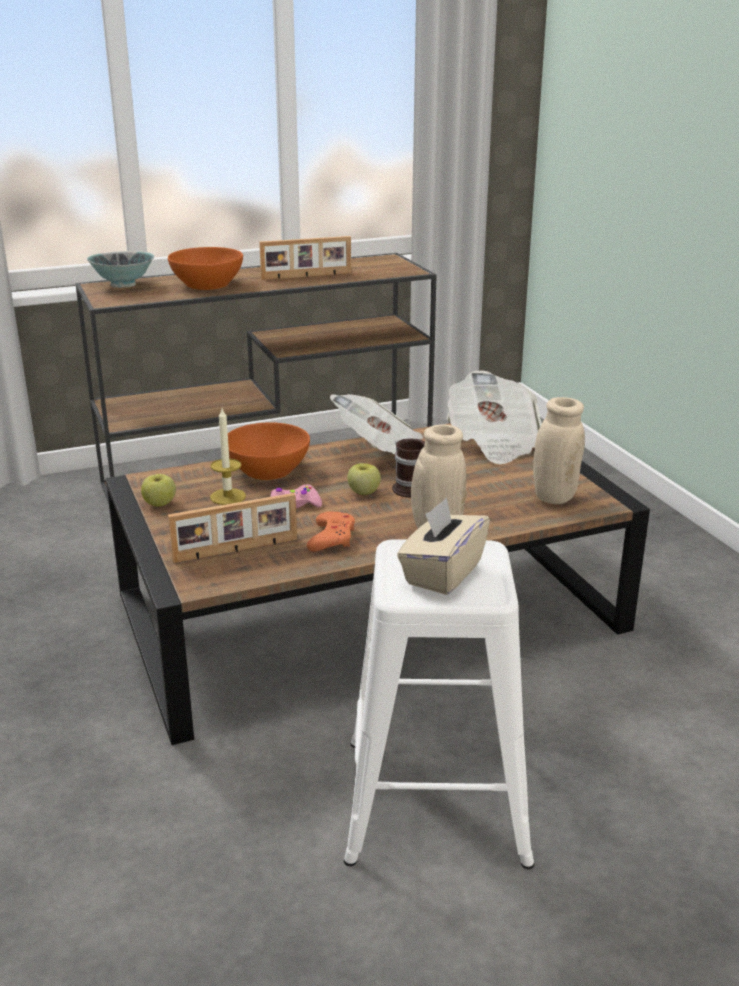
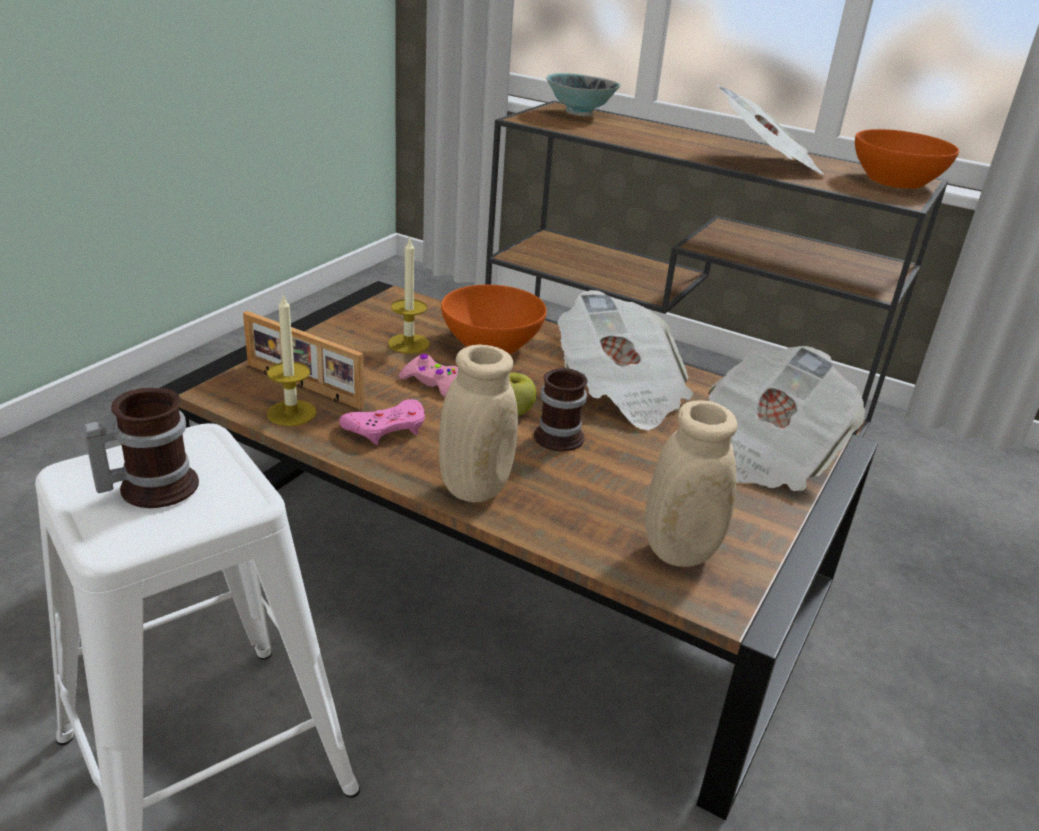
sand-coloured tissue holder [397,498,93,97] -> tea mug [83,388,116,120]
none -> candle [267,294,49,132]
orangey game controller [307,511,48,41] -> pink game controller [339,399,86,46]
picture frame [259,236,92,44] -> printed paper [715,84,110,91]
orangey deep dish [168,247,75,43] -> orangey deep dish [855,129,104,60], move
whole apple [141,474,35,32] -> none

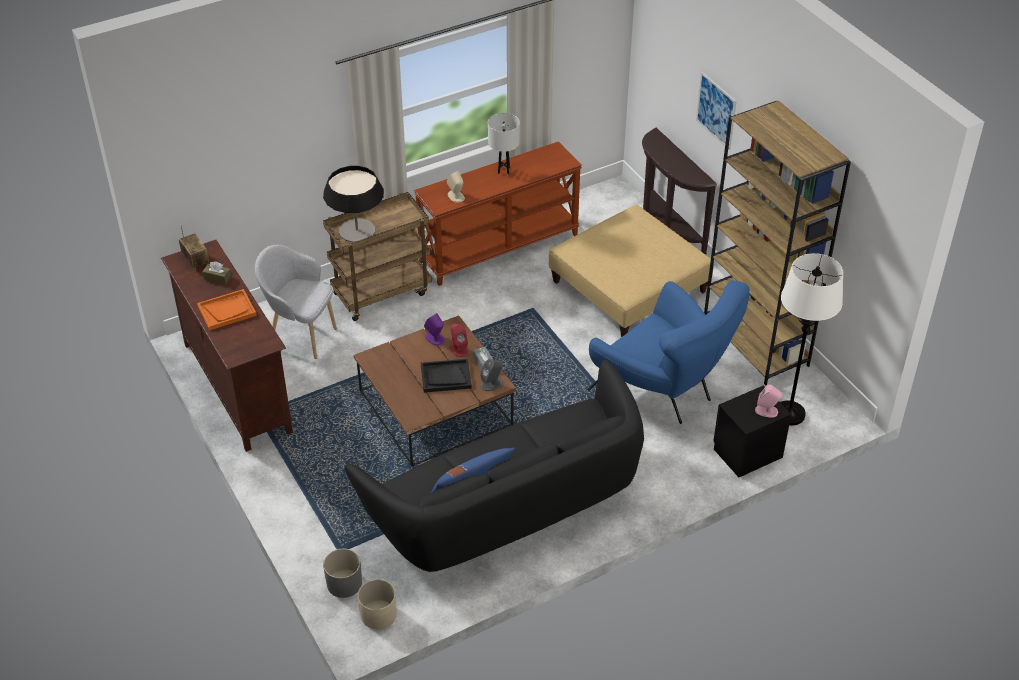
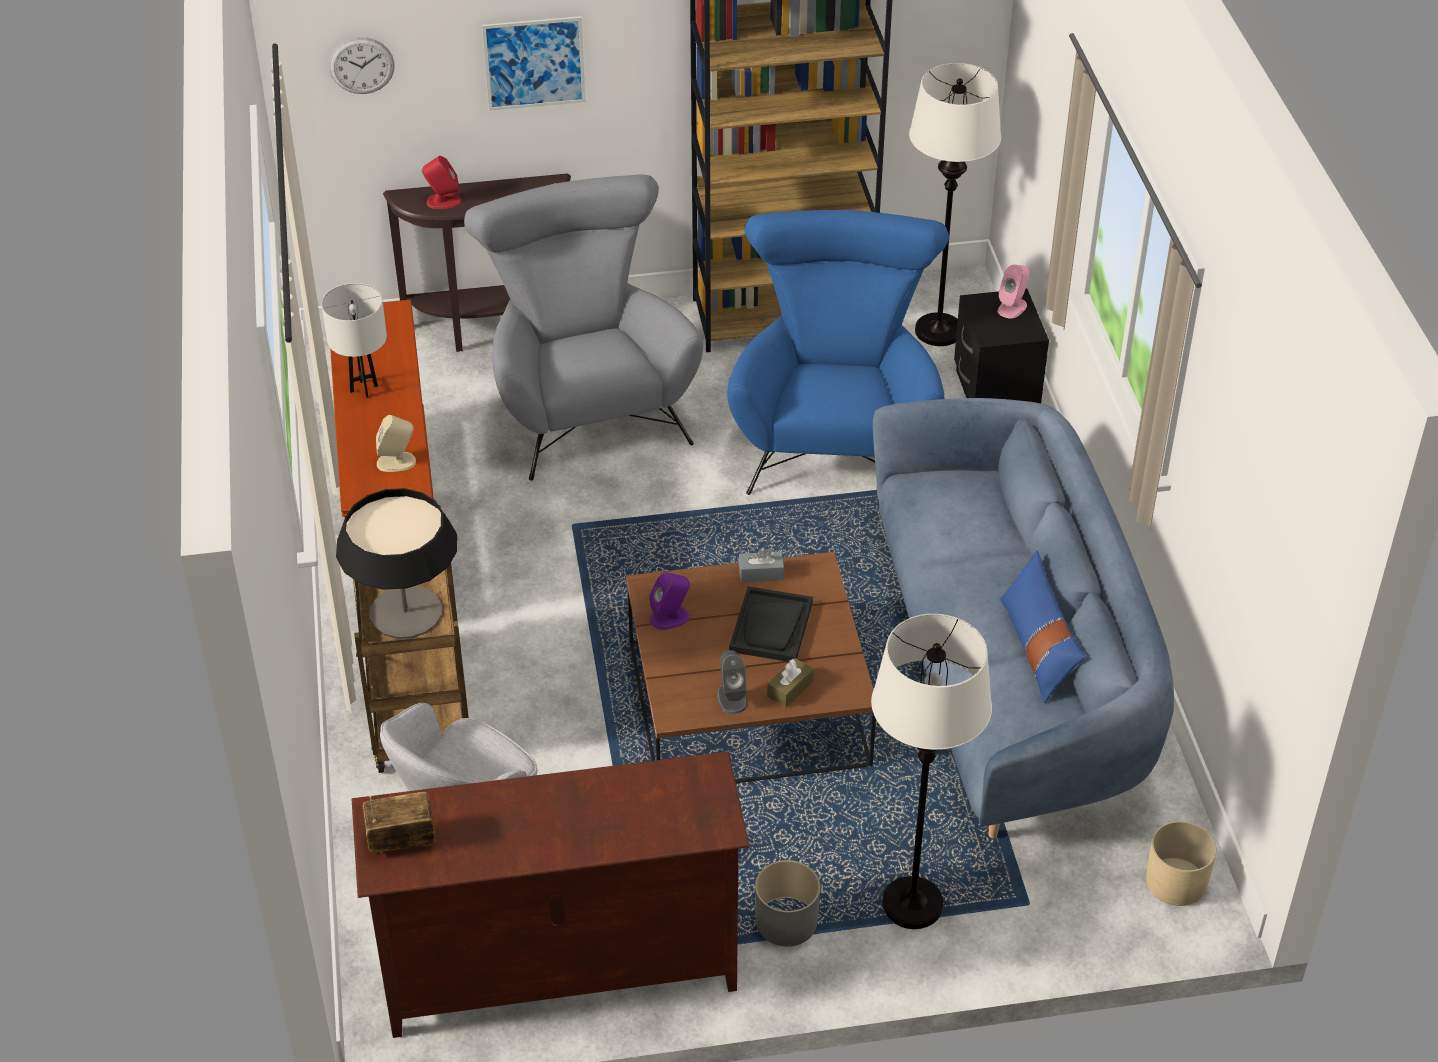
none -> wall clock [329,37,66,57]
reddish speaker [450,323,18,34] -> reddish speaker [422,156,40,53], move
sand-coloured ottoman [549,205,165,132] -> greyish easy chair [464,174,239,307]
greyish speaker [480,359,23,32] -> greyish speaker [717,650,30,64], move
blue easy chair [588,280,162,144] -> blue easy chair [727,210,222,285], 60 degrees counterclockwise
greyish planter [323,549,39,49] -> greyish planter [755,860,65,86], move
brownish tissue holder [202,261,30,24] -> brownish tissue holder [767,658,47,50], move
none -> white standing lamp [871,614,121,315]
black-coloured sofa [345,360,299,213] -> blue sofa [873,398,301,440]
orangey serving tray [197,289,60,41] -> none

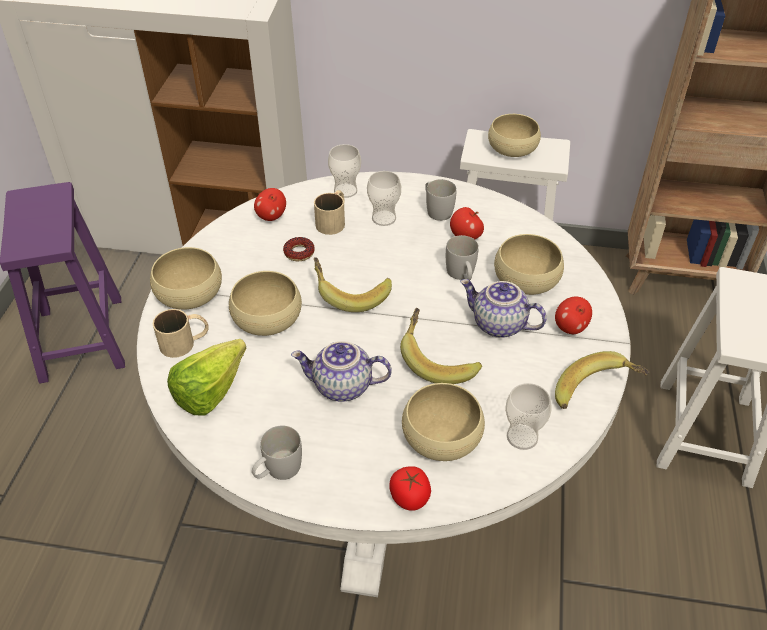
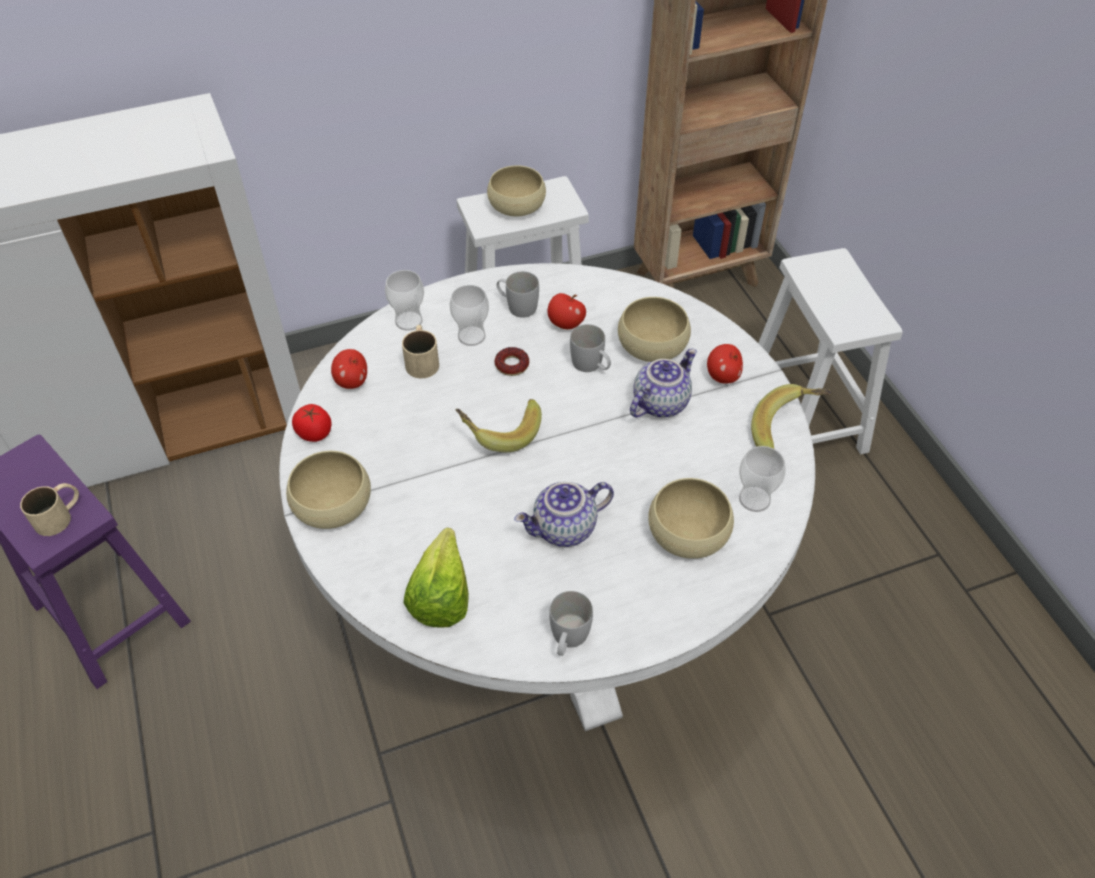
sand-coloured tea mug [153,309,56,49] -> sand-coloured tea mug [20,483,59,53], move
whole tomato [389,466,42,45] -> whole tomato [292,404,40,38], move
doughnut [283,237,32,24] -> doughnut [494,347,35,29], move
tea pot [460,279,86,59] -> tea pot [630,349,67,69], 135 degrees clockwise
sand-coloured deep dish [229,271,73,65] -> none
banana fruit [400,308,82,76] -> none

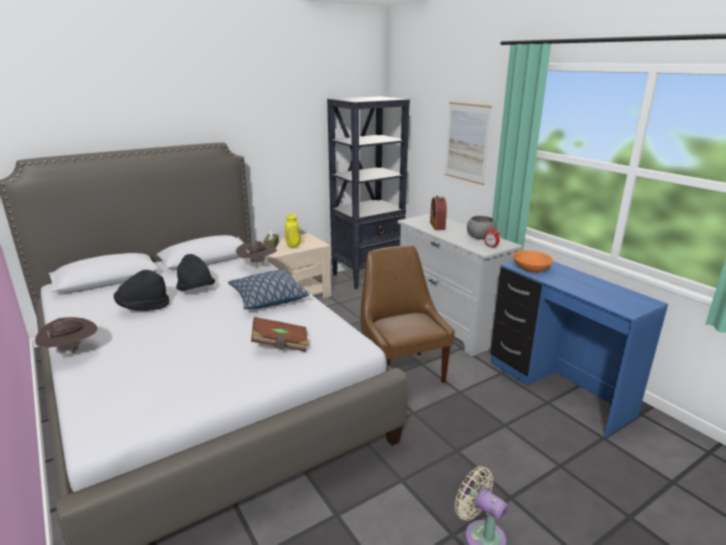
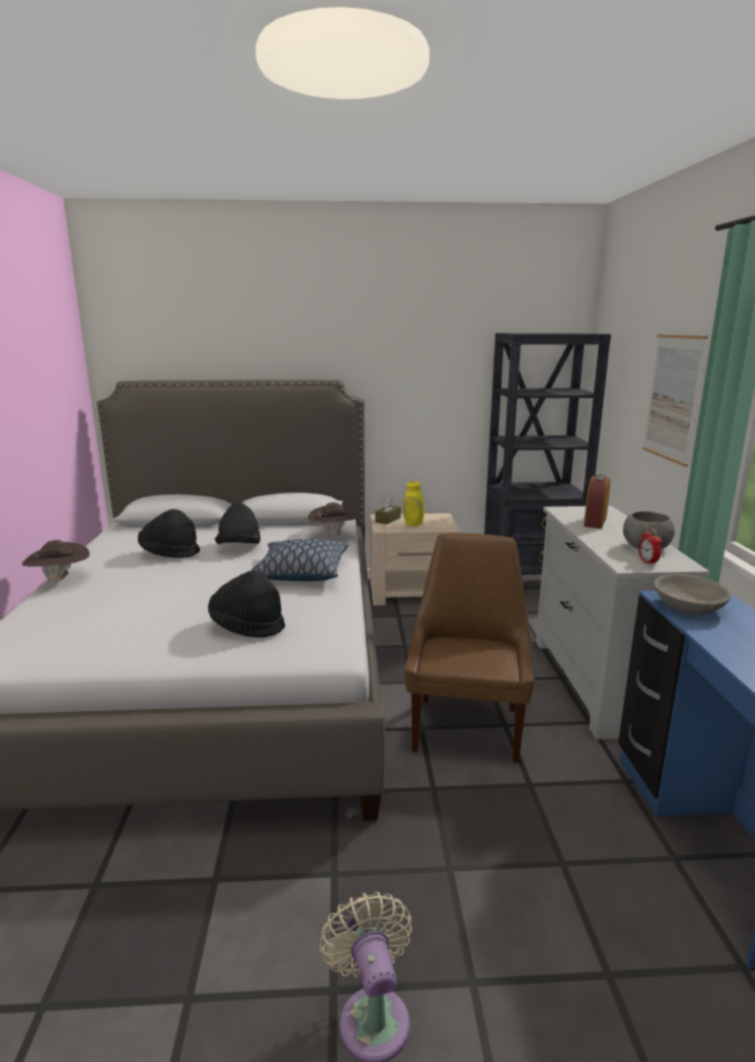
brownish volume [251,317,58,35] -> black-coloured hat [208,571,77,67]
orangey deep dish [512,250,41,23] -> greyish deep dish [654,574,77,41]

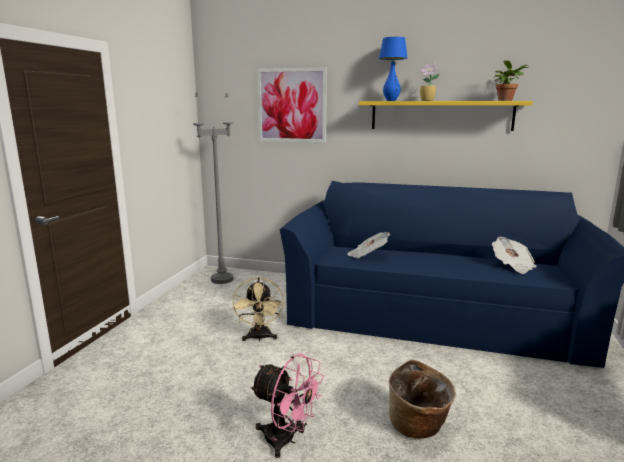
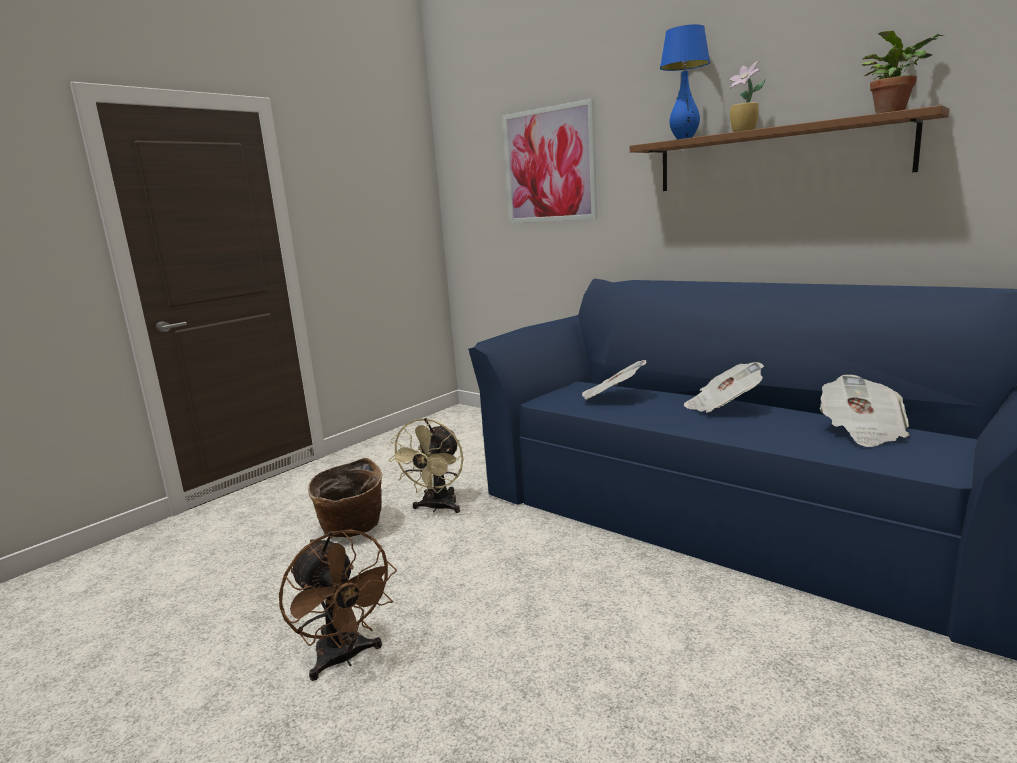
pink cooling fan [250,353,74,105] -> brownish cooling fan [279,529,118,152]
household basket [389,359,67,79] -> household basket [308,458,74,79], move
yellowish bracket shelf [359,101,174,30] -> brownish bracket shelf [630,105,320,86]
none -> printed paper [684,362,80,51]
greyish standing lamp [193,92,40,192] -> none

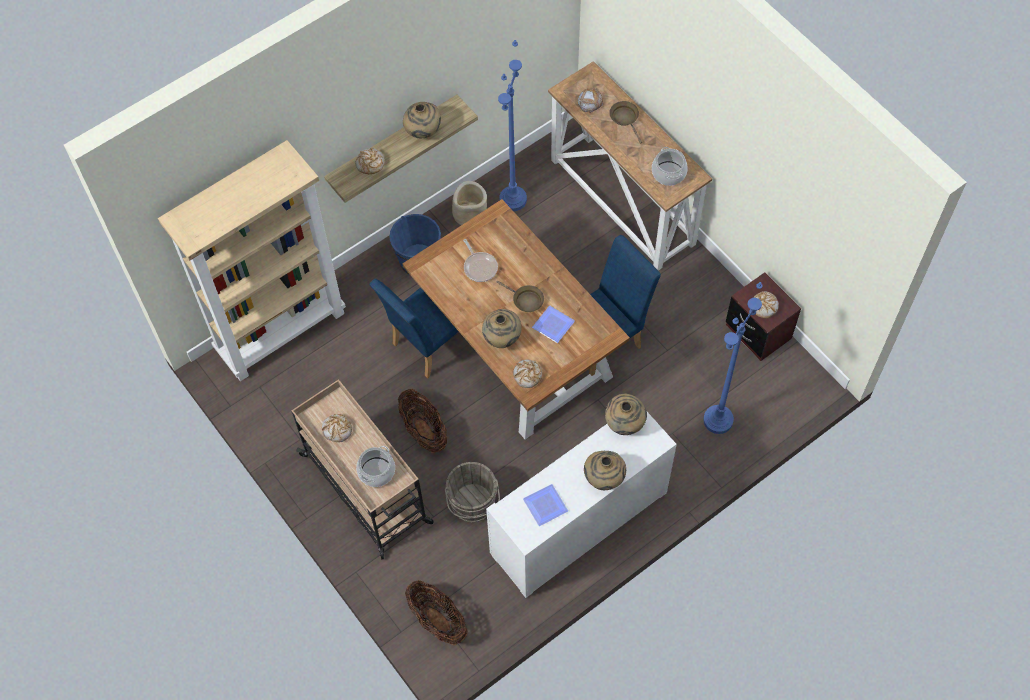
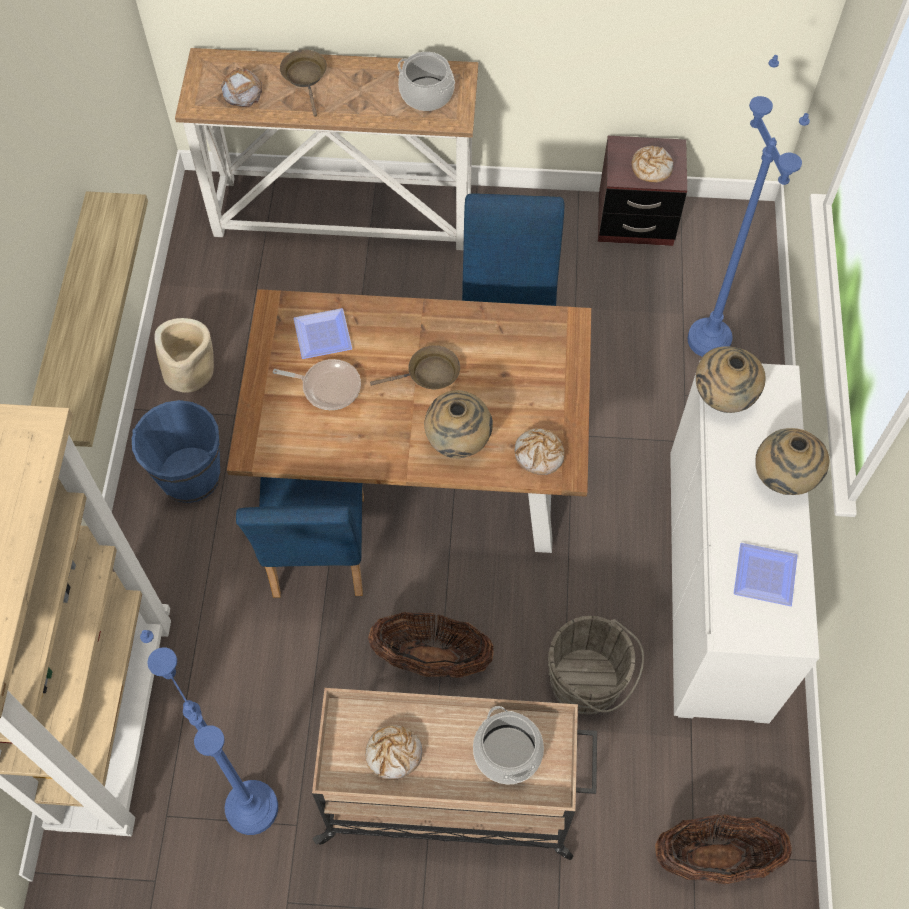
blue standing lamp [498,40,29,171] -> blue standing lamp [140,630,138,205], move
brownish pan [609,101,33,43] -> brownish pan [280,50,47,67], 60 degrees clockwise
flat dish [532,306,43,37] -> flat dish [293,308,59,51], move
bread [355,148,30,26] -> none
sand-coloured flower vase [403,102,38,36] -> none

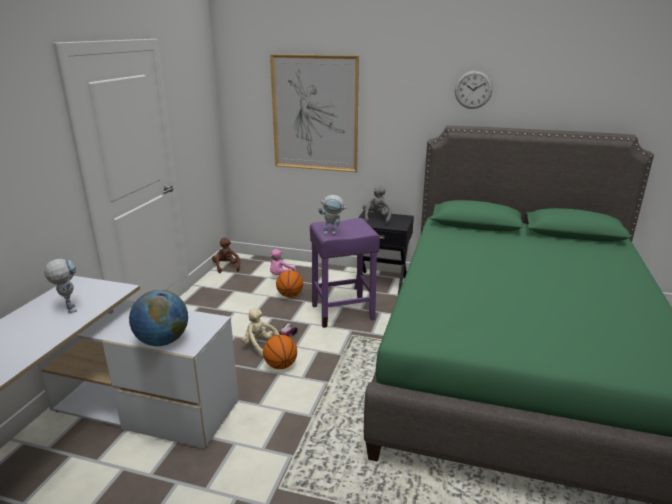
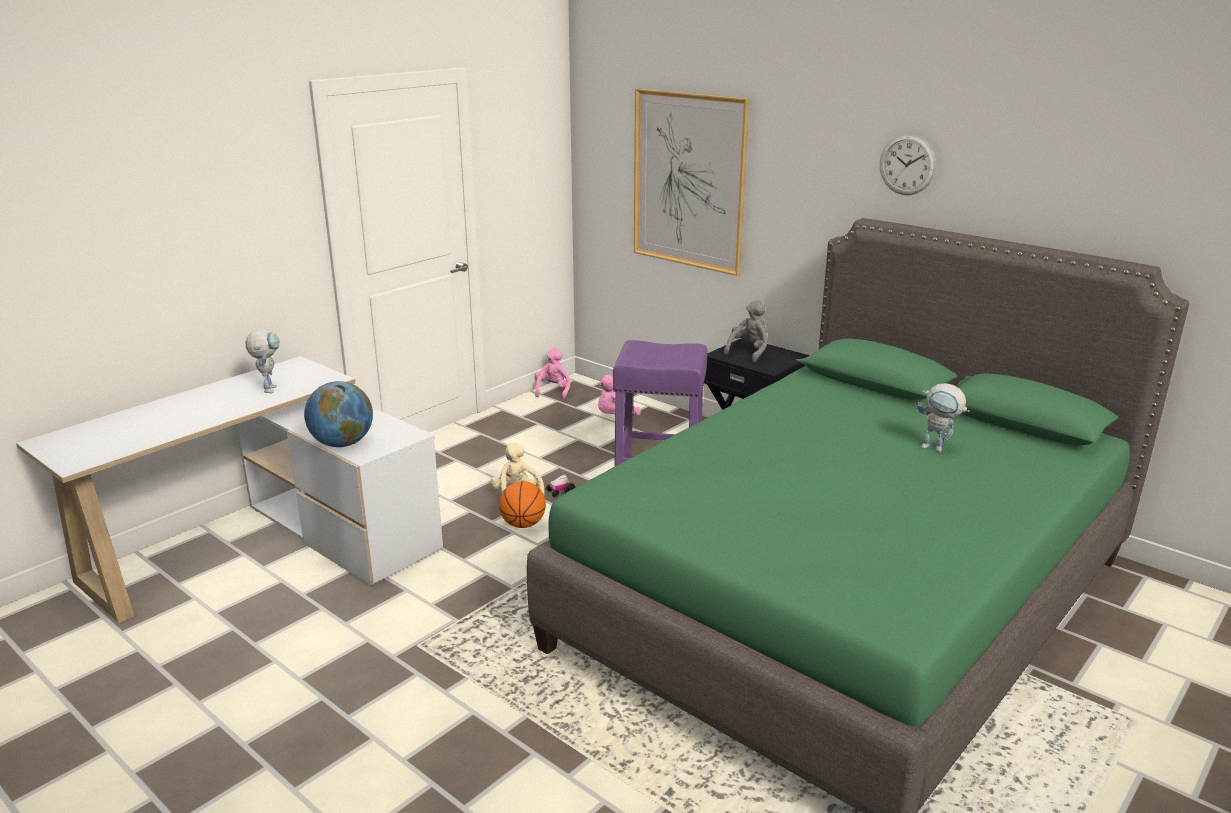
brownish soft toy [212,238,28,35] -> pink soft toy [534,348,37,52]
toy robot [318,195,29,40] -> toy robot [917,383,53,69], move
ball for basketball [276,270,27,27] -> none

